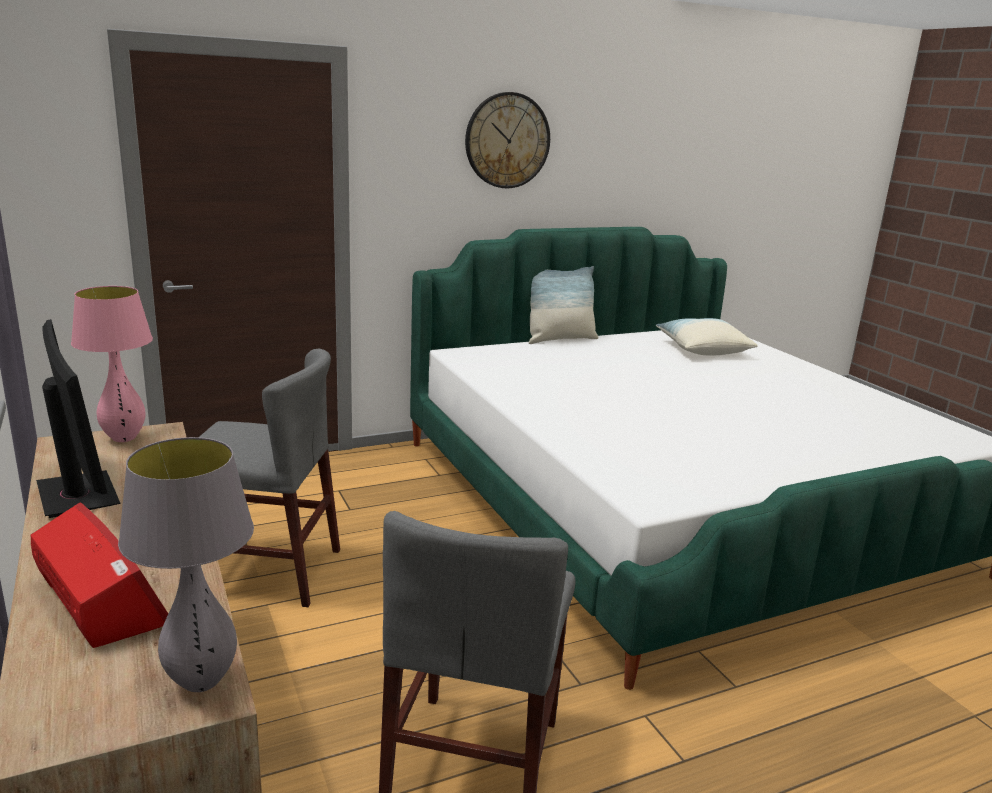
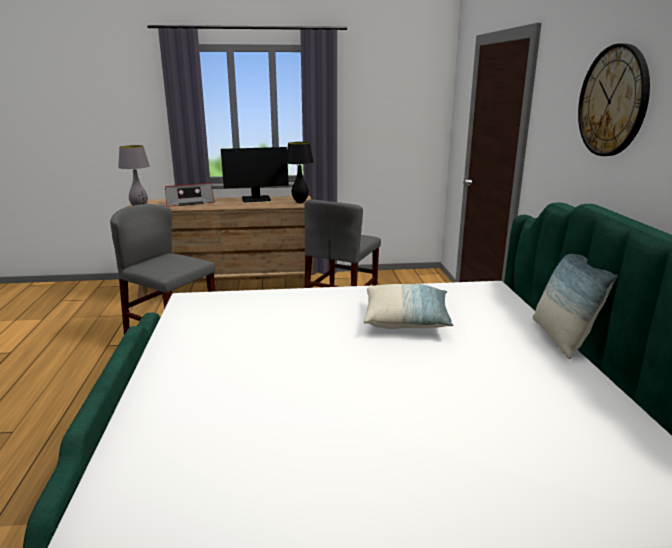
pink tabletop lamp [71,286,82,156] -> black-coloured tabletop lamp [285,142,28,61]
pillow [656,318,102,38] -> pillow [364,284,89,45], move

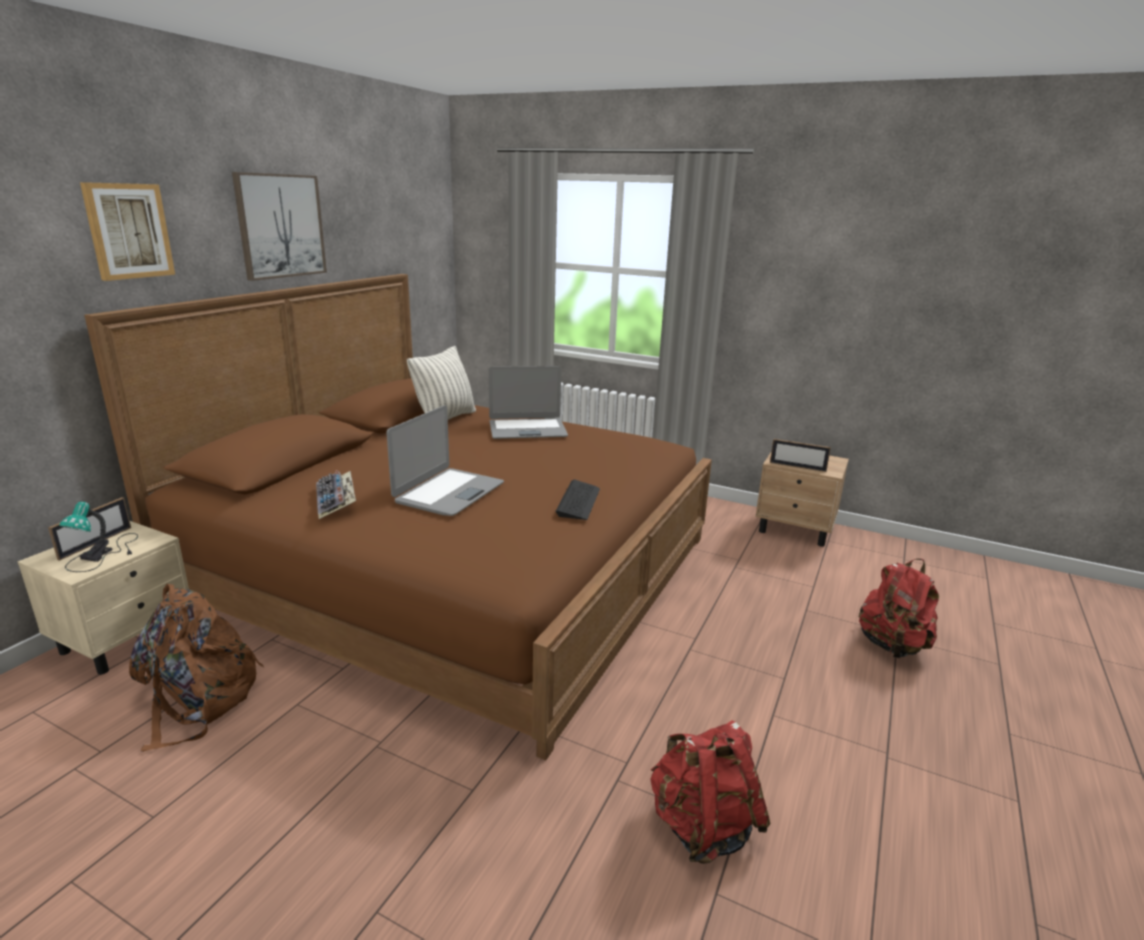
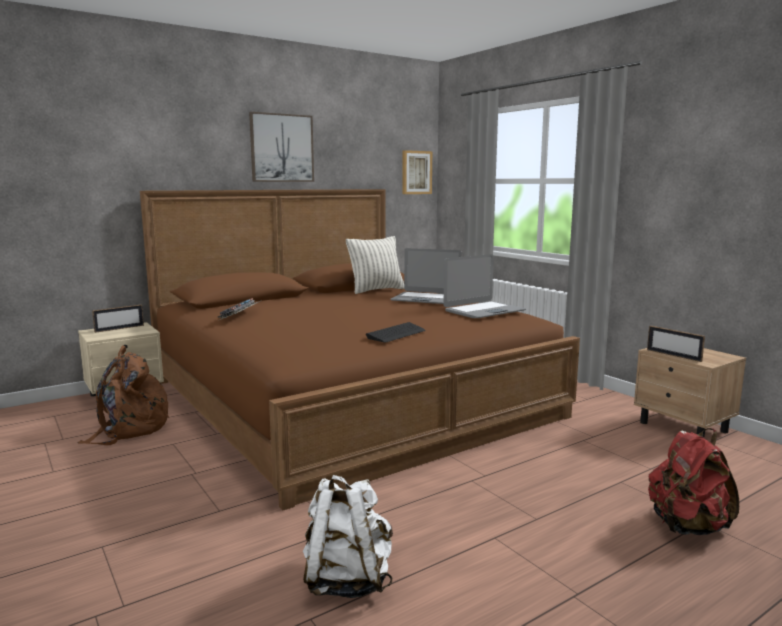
reddish backpack [651,721,120,143] -> white backpack [303,475,90,123]
wall picture [80,182,95,99] -> wall picture [402,150,30,44], move
portable computer [386,406,118,110] -> portable computer [443,254,83,64], move
tabletop lamp [59,502,79,70] -> none

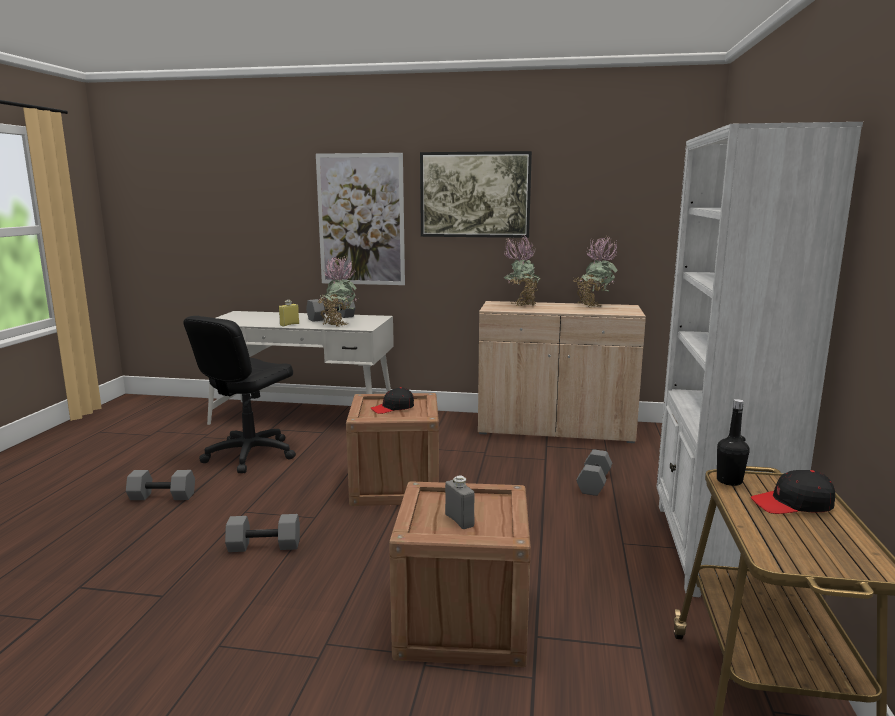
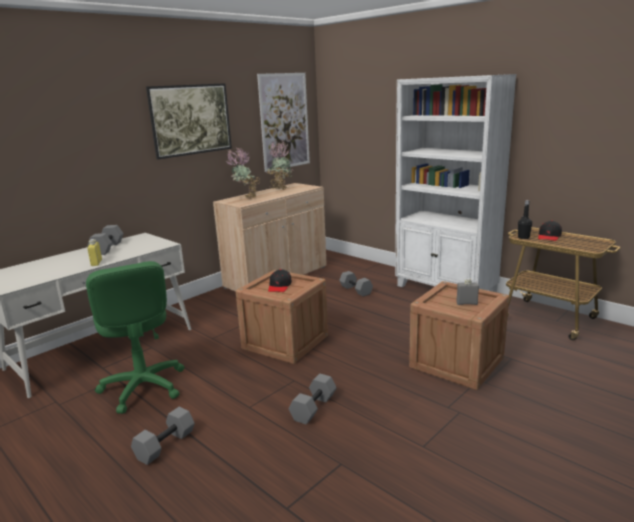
black-coloured office chair [183,316,113,157] -> green office chair [86,261,99,153]
wall picture [316,153,89,132] -> wall picture [257,73,53,99], move
plant in a pot [317,256,40,71] -> none

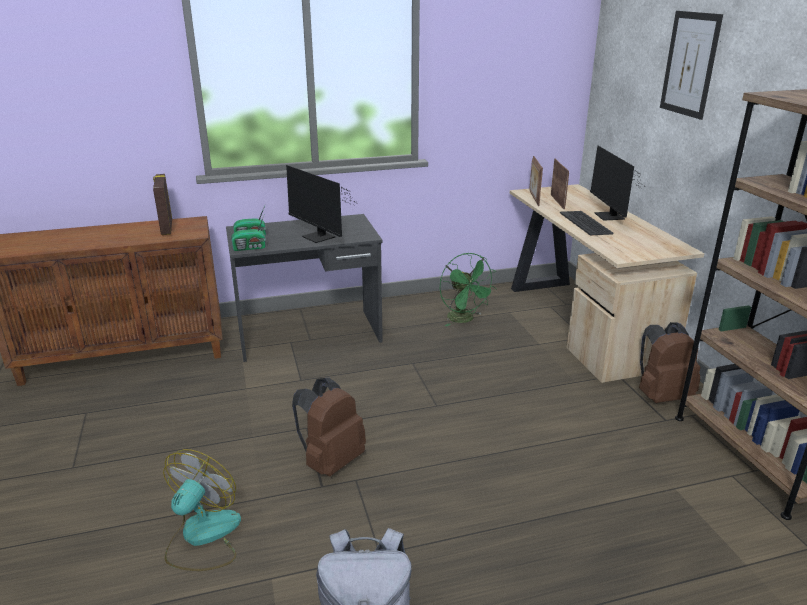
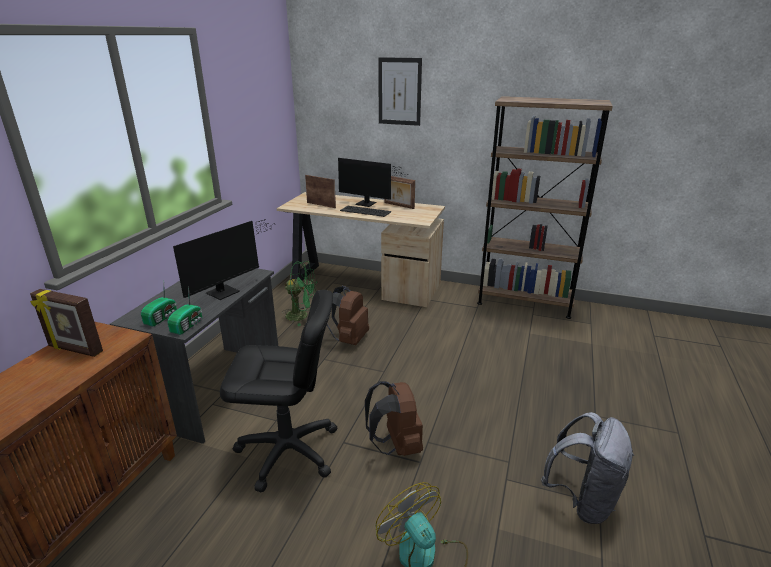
monitor [286,165,72,78] -> monitor [173,220,102,80], 45 degrees counterclockwise
none -> black-coloured office chair [220,290,117,203]
brownish backpack [639,322,61,81] -> brownish backpack [327,286,42,59], move
picture frame [529,156,14,50] -> picture frame [384,176,31,33], move

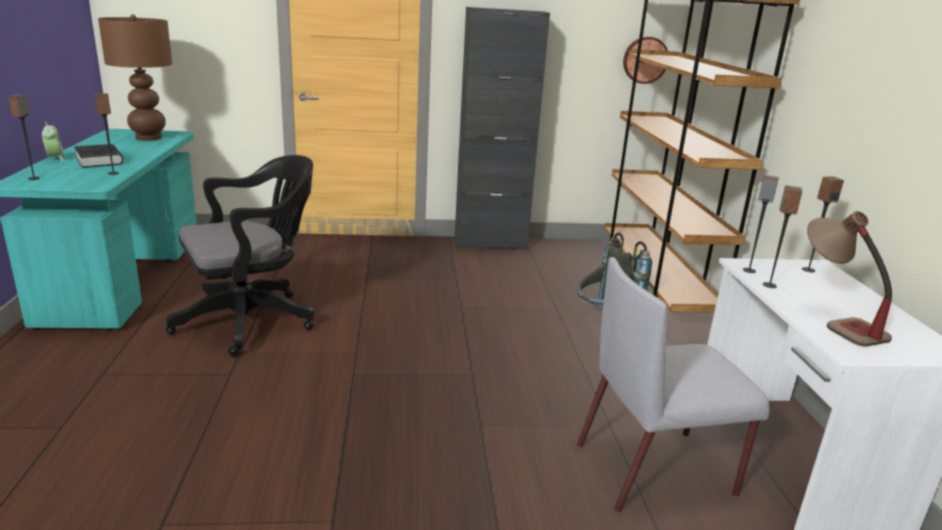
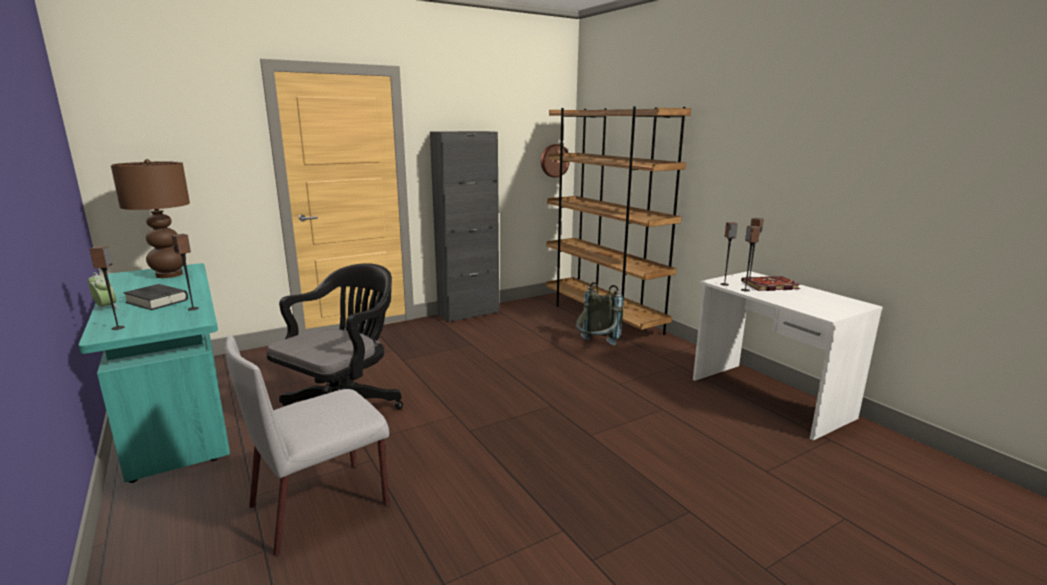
greyish upright chair [577,257,193,255] -> greyish upright chair [225,335,164,221], move
none -> volume [741,276,60,15]
tabletop lamp [807,211,85,136] -> none

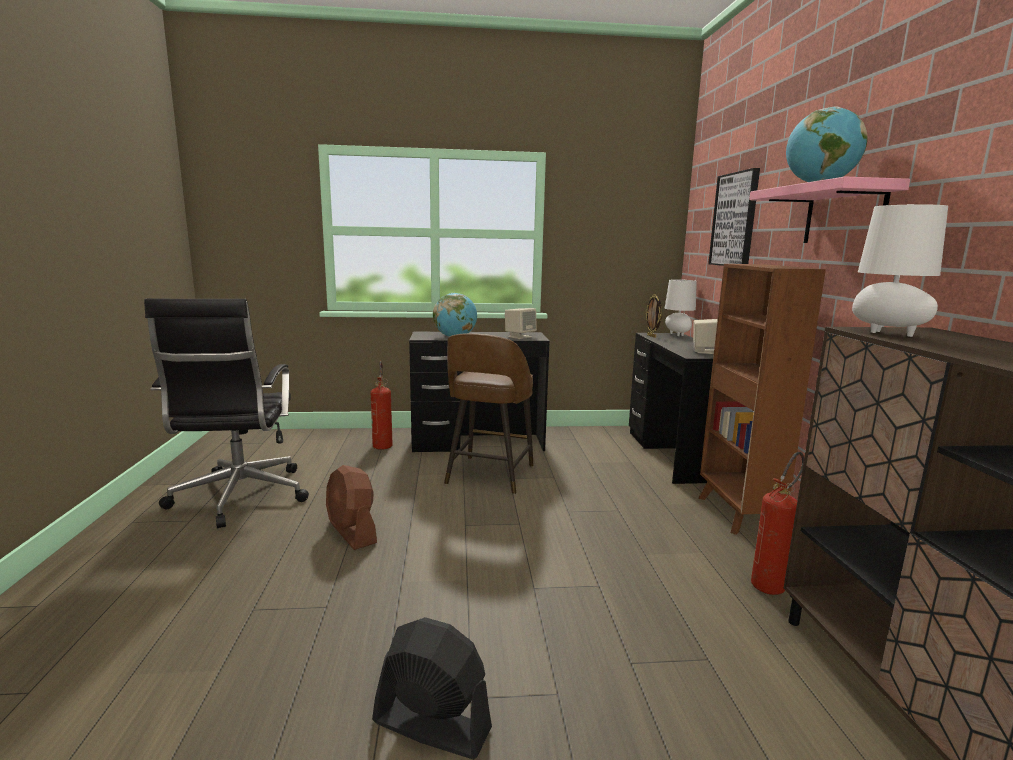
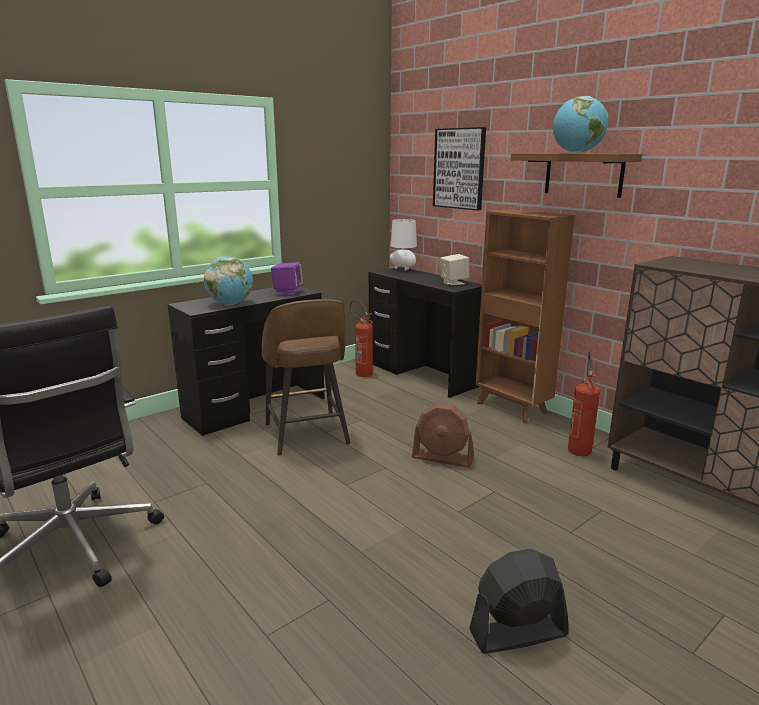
sand-coloured speaker [505,308,32,31] -> purple speaker [271,262,32,33]
extinguisher [371,361,22,89] -> extinguisher [350,300,23,77], move
brownish cooling fan [326,465,51,85] -> brownish cooling fan [412,403,62,64], move
pink bracket shelf [749,177,161,66] -> brownish bracket shelf [511,153,131,45]
picture frame [646,294,16,44] -> none
white tabletop lamp [852,204,96,133] -> none

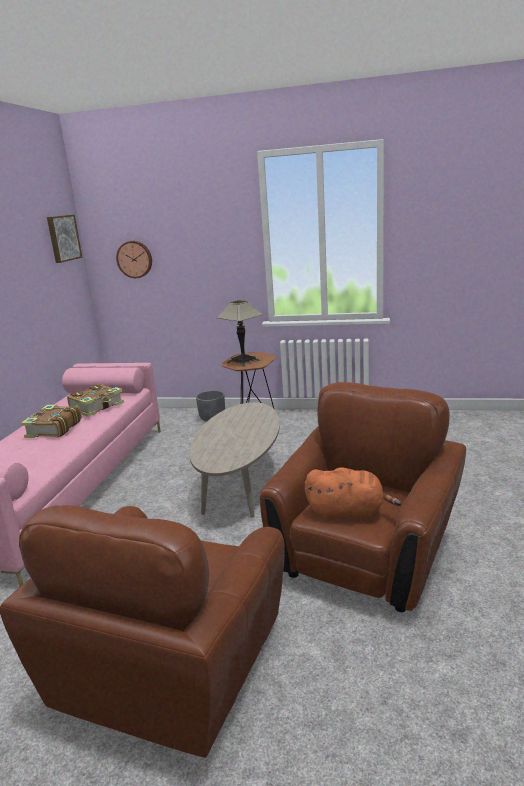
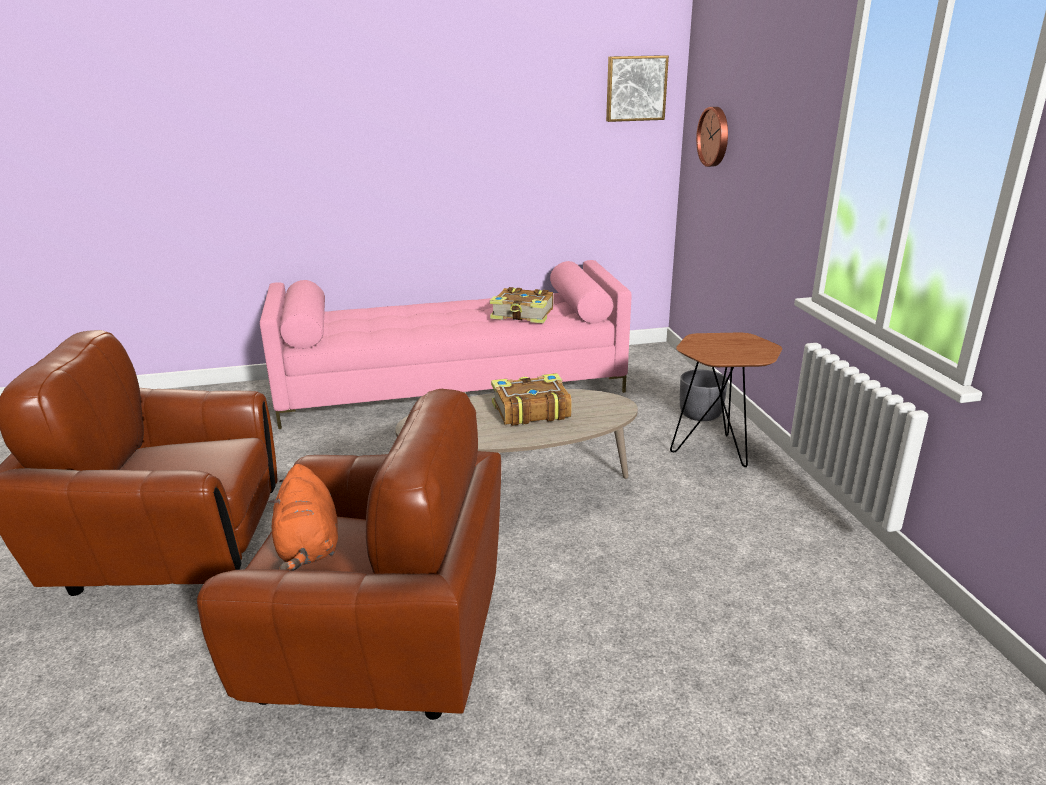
volume [21,405,61,33] -> volume [491,373,81,53], move
tabletop lamp [216,300,47,67] -> none

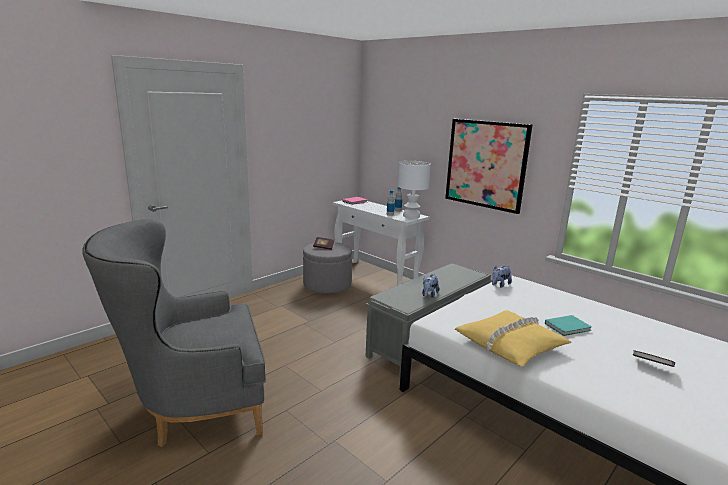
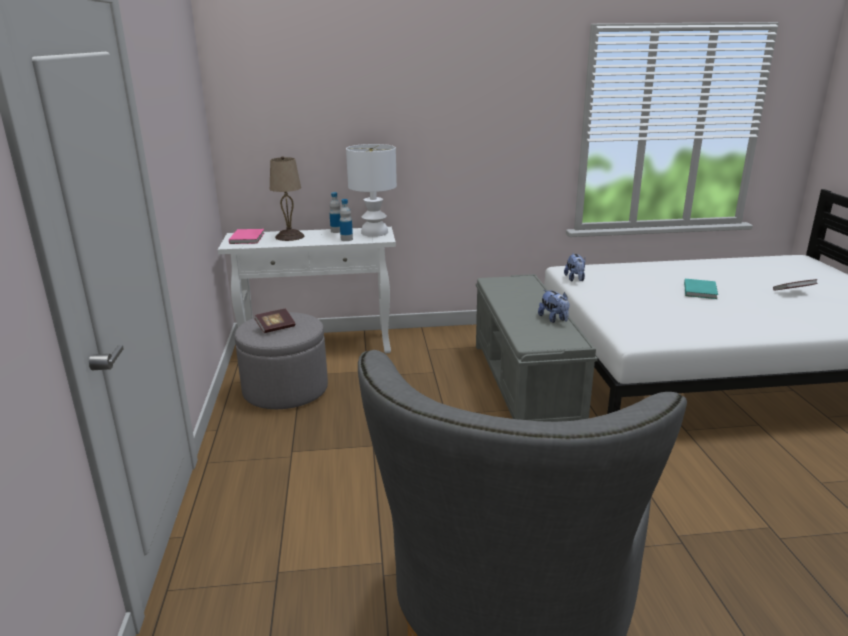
none -> sand-coloured tabletop lamp [270,156,34,85]
wall picture [445,119,87,95] -> none
yellowish pillow [455,310,117,57] -> none

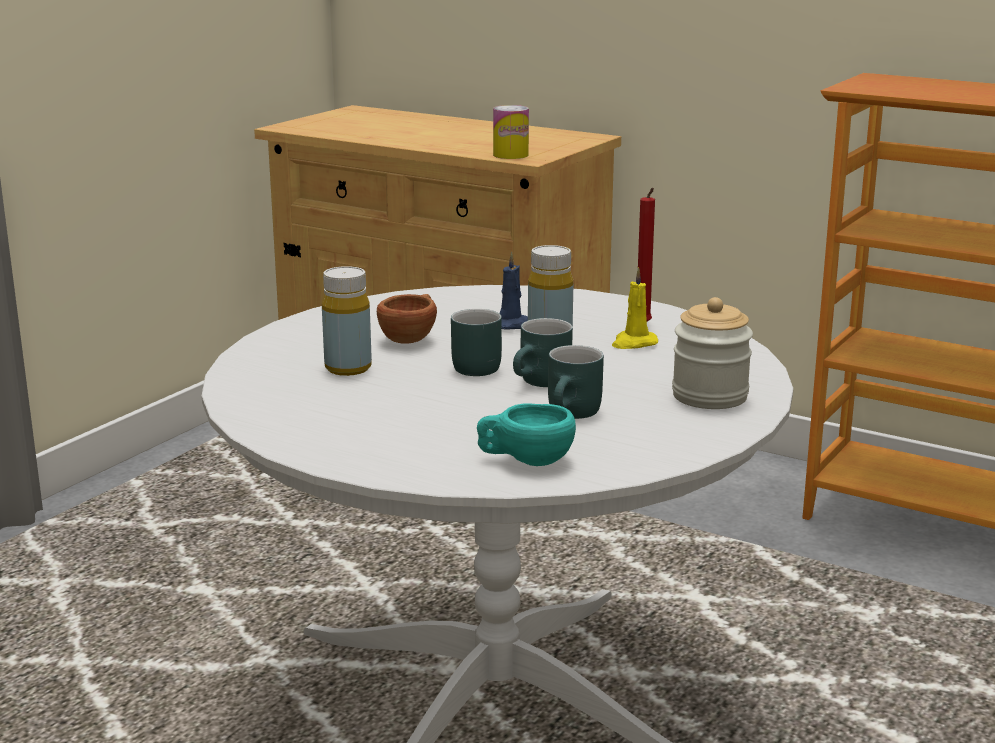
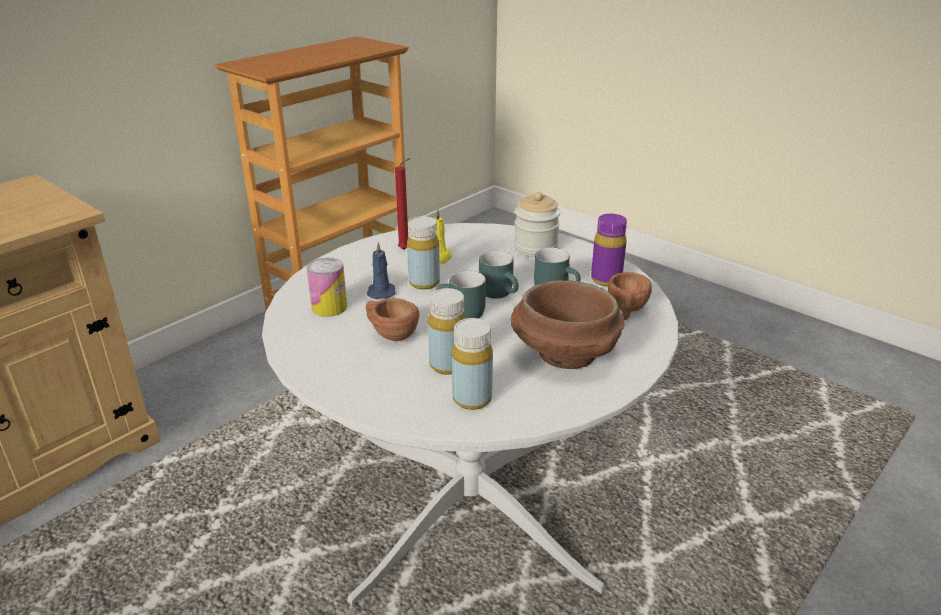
metal can [493,105,36,54] -> metal can [307,258,40,59], move
none -> yellowish beverage bottle [452,318,41,92]
none -> brownish deep dish [510,280,114,89]
none -> purple beverage bottle [591,214,36,72]
blue-green small cup [477,404,99,62] -> brownish small cup [608,272,44,48]

